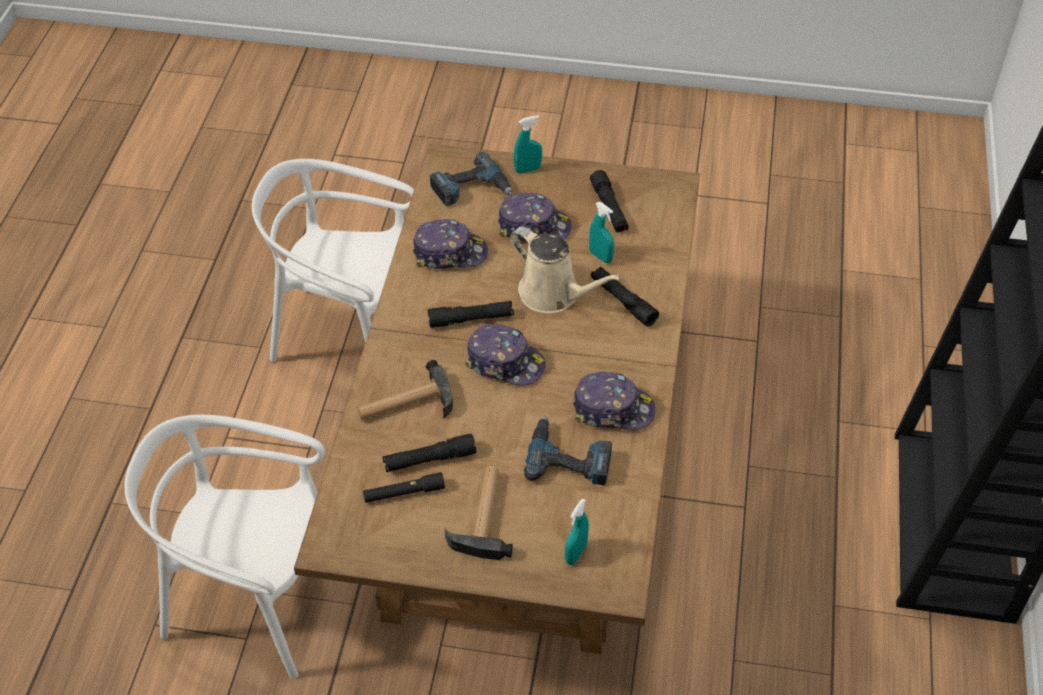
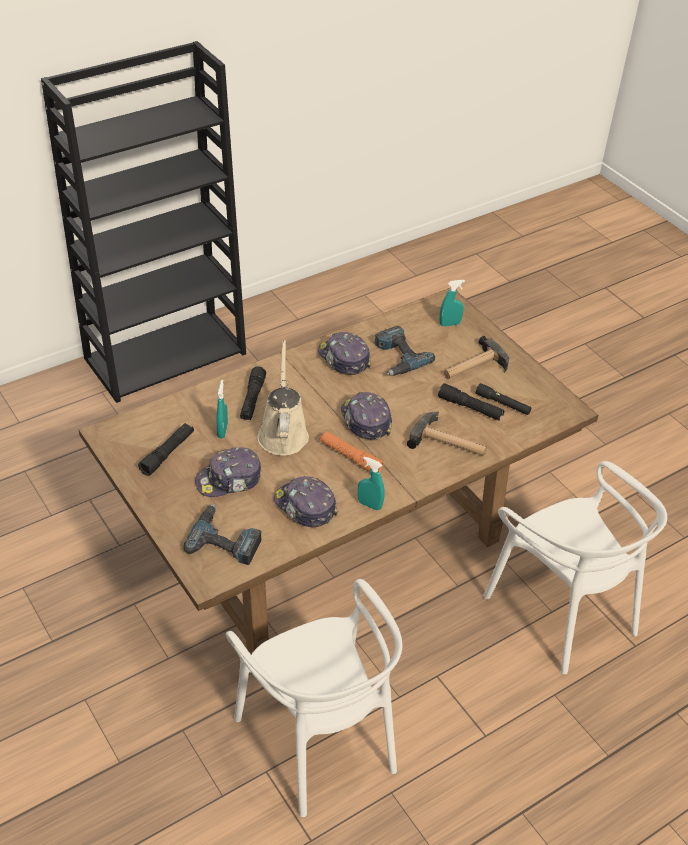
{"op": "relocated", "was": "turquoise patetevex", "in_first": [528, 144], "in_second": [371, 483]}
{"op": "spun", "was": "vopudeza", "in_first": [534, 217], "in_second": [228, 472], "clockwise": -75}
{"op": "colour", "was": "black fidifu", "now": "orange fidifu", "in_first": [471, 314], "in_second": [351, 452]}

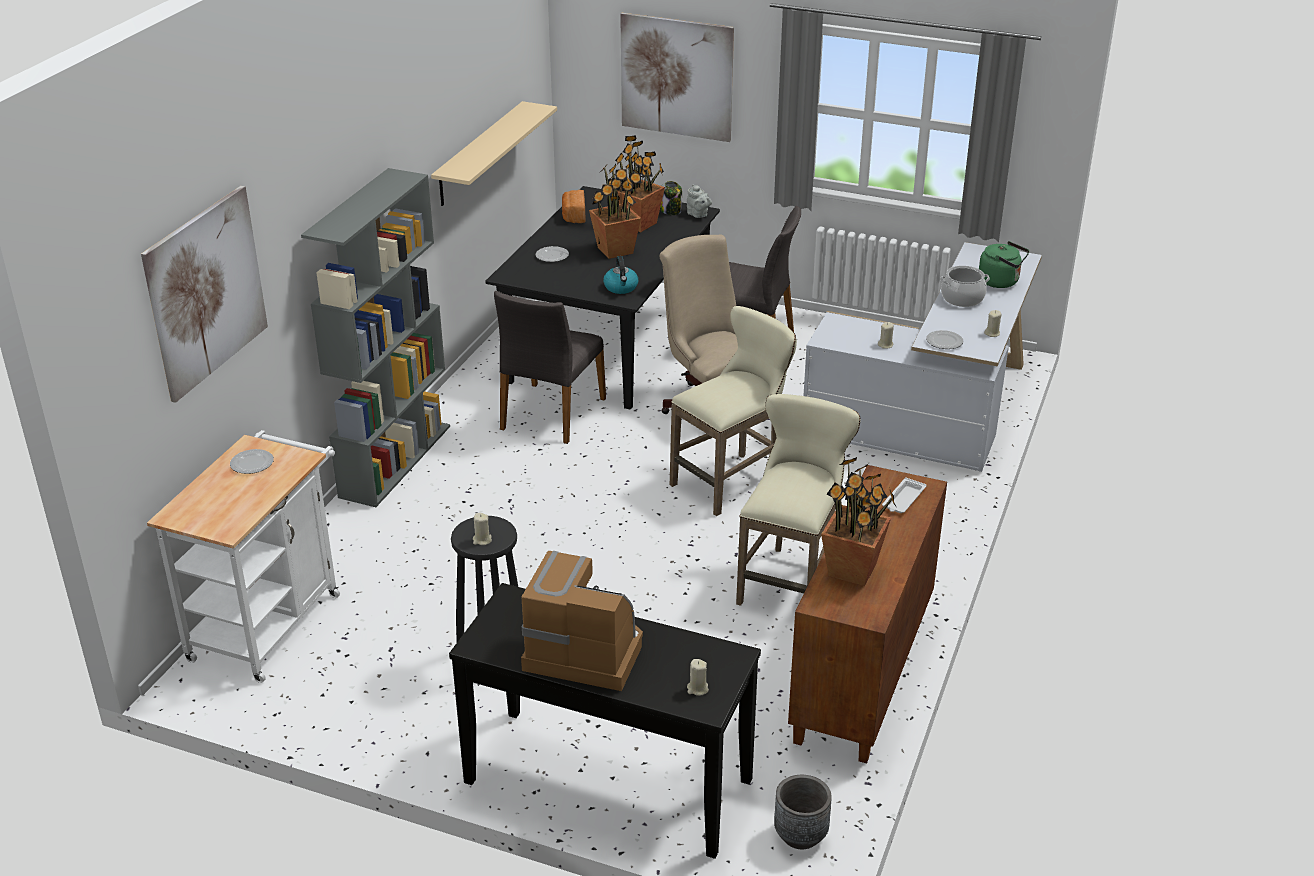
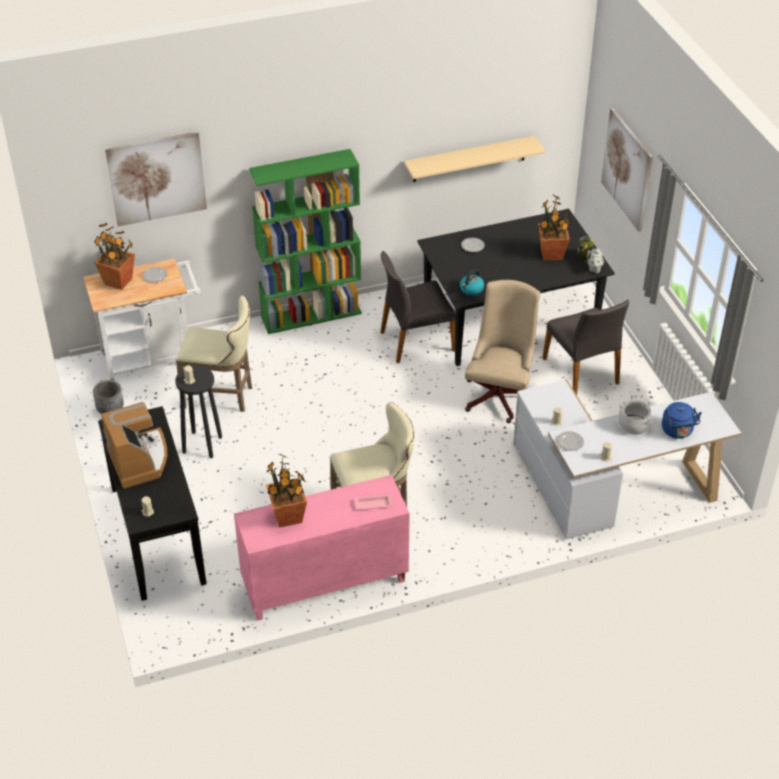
{"op": "relocated", "was": "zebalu", "in_first": [615, 211], "in_second": [114, 256]}
{"op": "colour", "was": "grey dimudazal", "now": "green dimudazal", "in_first": [375, 337], "in_second": [305, 241]}
{"op": "missing", "was": "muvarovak", "in_first": [573, 206]}
{"op": "colour", "was": "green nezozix", "now": "blue nezozix", "in_first": [1004, 264], "in_second": [682, 420]}
{"op": "relocated", "was": "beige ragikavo", "in_first": [733, 411], "in_second": [214, 354]}
{"op": "colour", "was": "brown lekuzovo", "now": "pink lekuzovo", "in_first": [867, 614], "in_second": [322, 547]}
{"op": "colour", "was": "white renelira", "now": "pink renelira", "in_first": [904, 495], "in_second": [372, 502]}
{"op": "relocated", "was": "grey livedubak", "in_first": [803, 812], "in_second": [108, 397]}

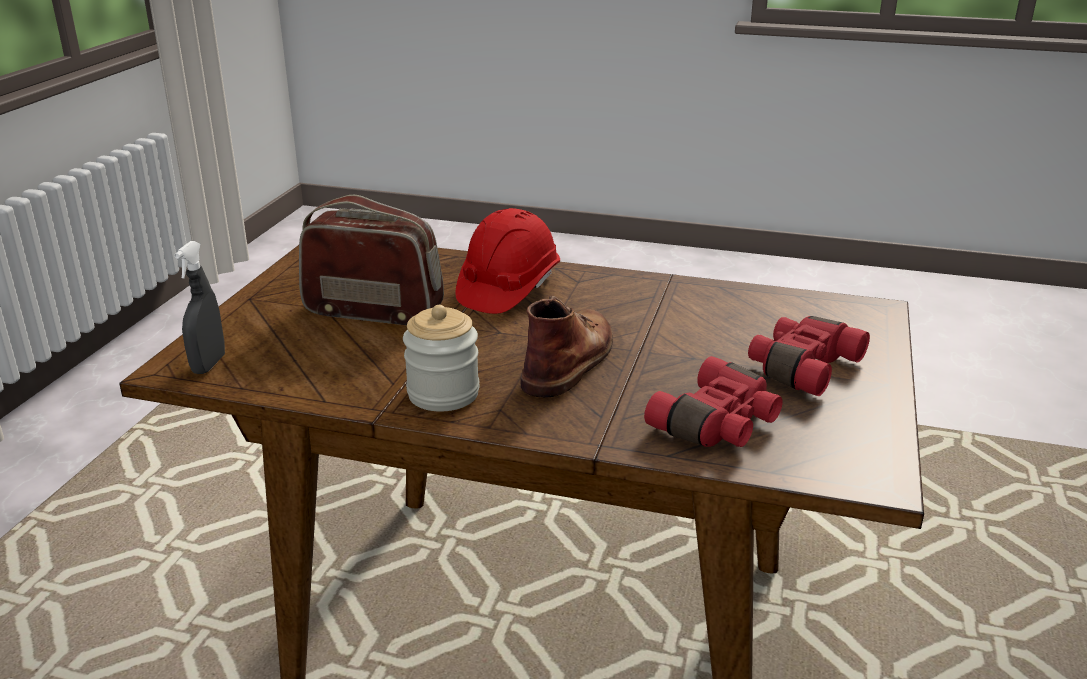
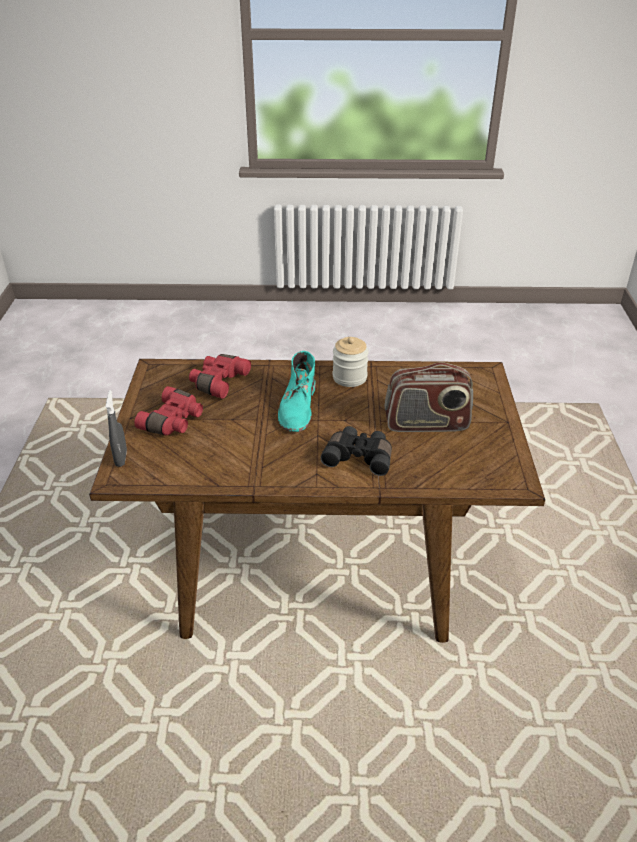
{"op": "exchanged", "was": "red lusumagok", "now": "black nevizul", "in_first": [507, 261], "in_second": [356, 451]}
{"op": "relocated", "was": "grey patetevex", "in_first": [199, 307], "in_second": [116, 428]}
{"op": "colour", "was": "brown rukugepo", "now": "turquoise rukugepo", "in_first": [567, 347], "in_second": [297, 391]}

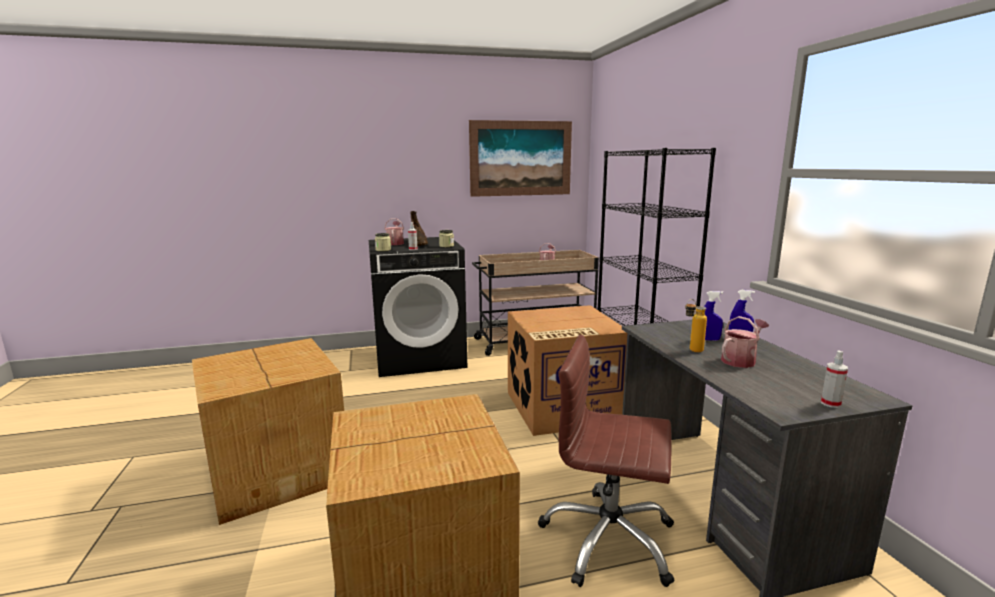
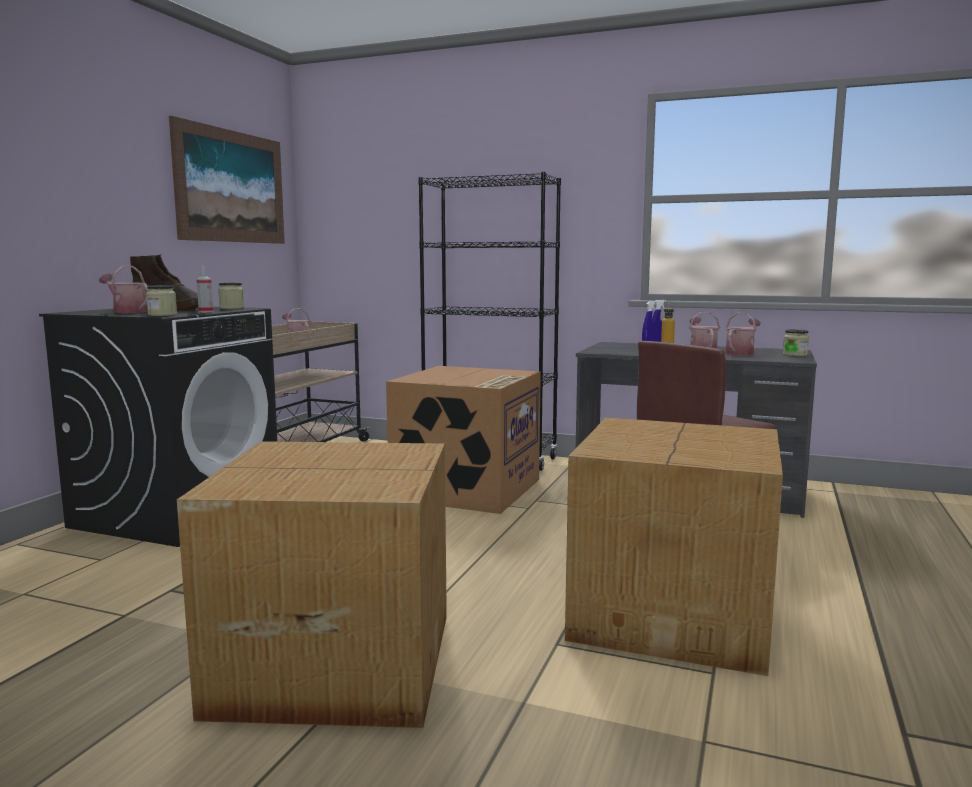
{"op": "exchanged", "was": "patetevex", "now": "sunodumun", "in_first": [834, 379], "in_second": [796, 342]}
{"op": "appeared", "now": "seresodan", "in_second": [743, 333]}

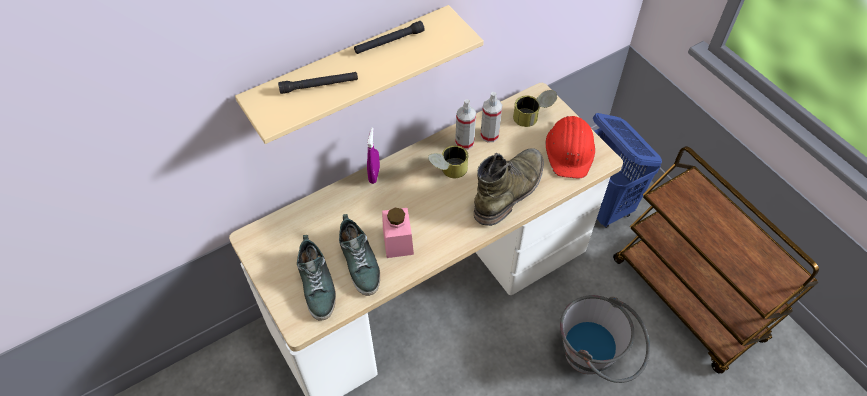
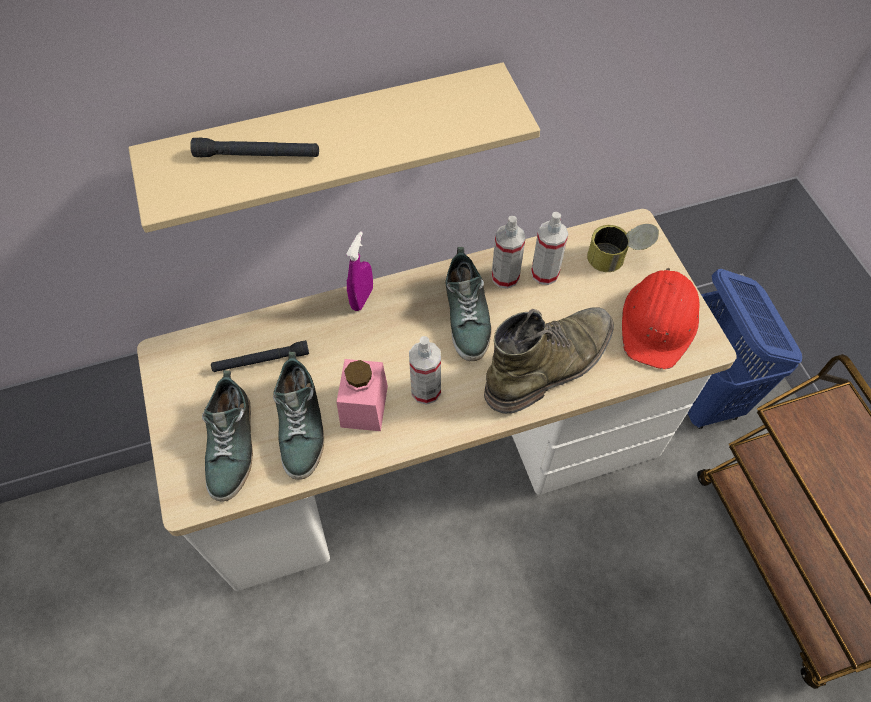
{"op": "relocated", "was": "black fidifu", "in_first": [389, 37], "in_second": [260, 356]}
{"op": "exchanged", "was": "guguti", "now": "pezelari", "in_first": [448, 161], "in_second": [468, 304]}
{"op": "missing", "was": "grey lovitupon", "in_first": [605, 339]}
{"op": "appeared", "now": "patetevex", "in_second": [425, 370]}

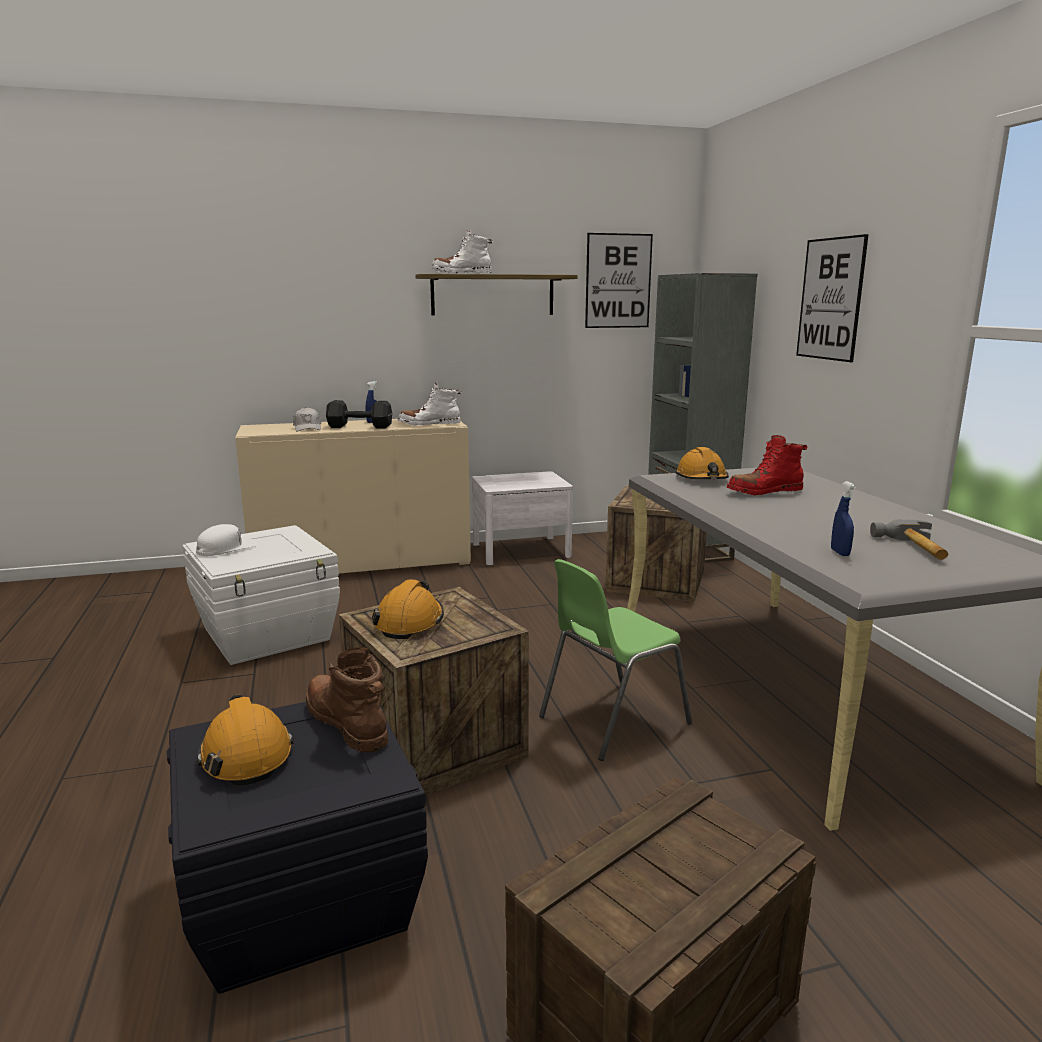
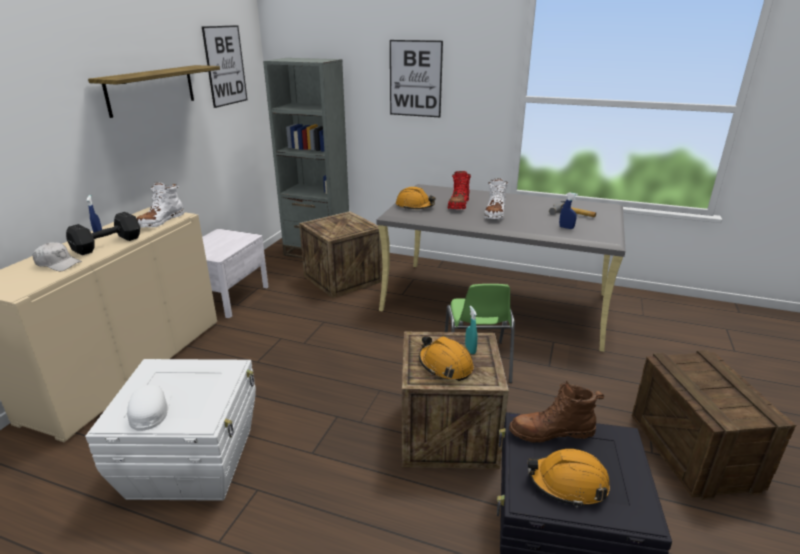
{"op": "relocated", "was": "white rukugepo", "in_first": [462, 252], "in_second": [496, 199]}
{"op": "appeared", "now": "turquoise patetevex", "in_second": [471, 330]}

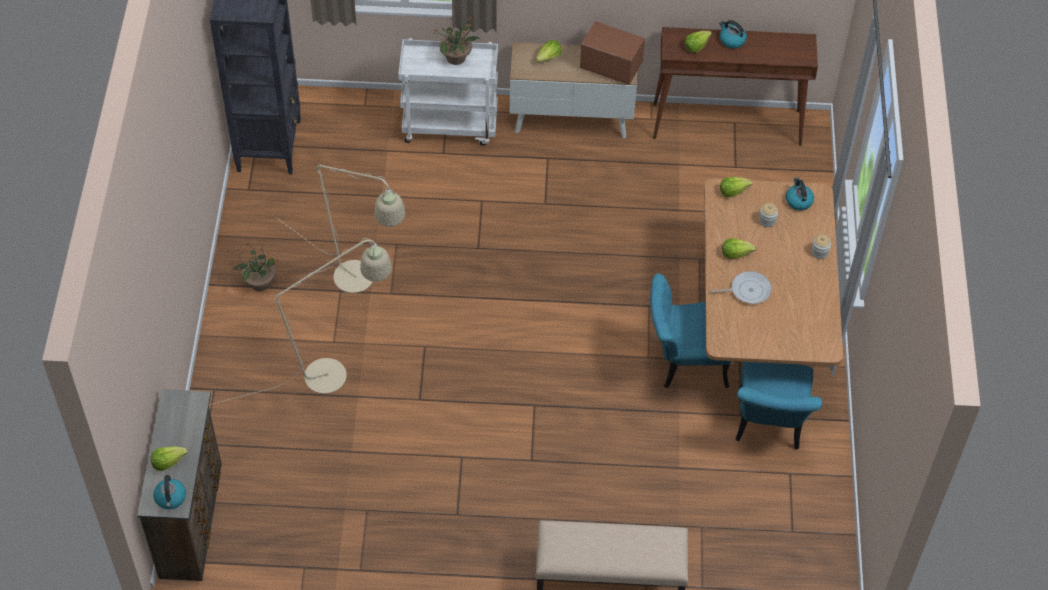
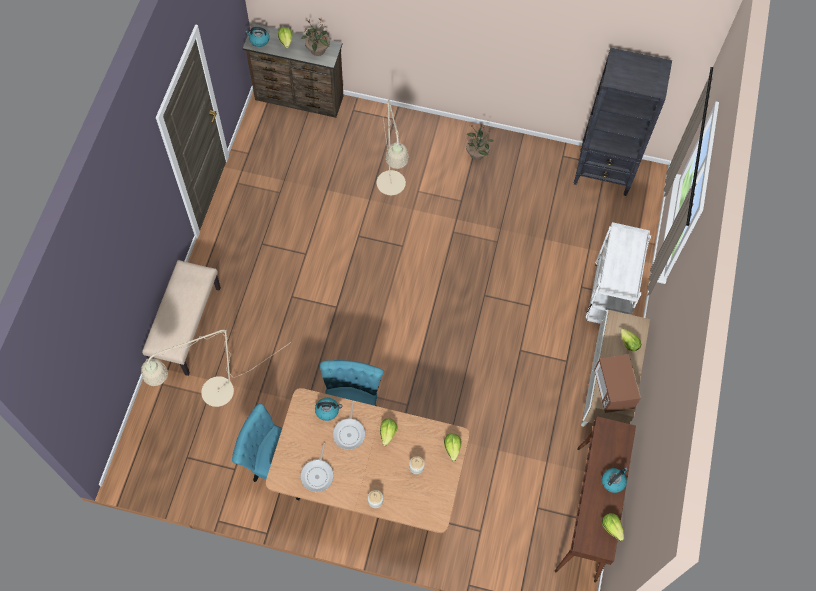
{"op": "relocated", "was": "zebalu", "in_first": [457, 40], "in_second": [315, 37]}
{"op": "spun", "was": "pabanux", "in_first": [612, 53], "in_second": [617, 383], "clockwise": 135}
{"op": "relocated", "was": "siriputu", "in_first": [698, 42], "in_second": [613, 527]}
{"op": "relocated", "was": "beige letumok", "in_first": [340, 229], "in_second": [216, 368]}
{"op": "relocated", "was": "nezozix", "in_first": [800, 193], "in_second": [328, 409]}
{"op": "appeared", "now": "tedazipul", "in_second": [317, 467]}

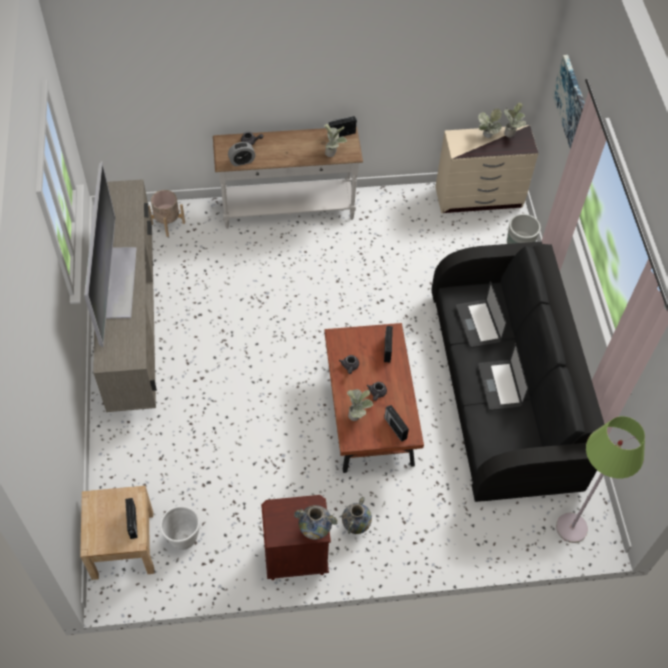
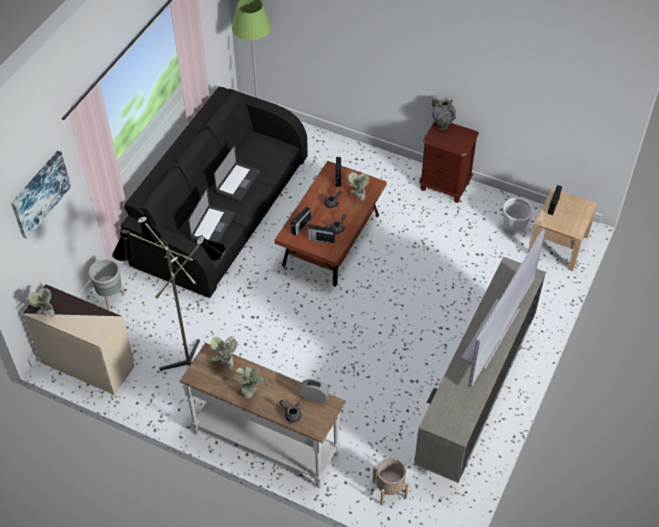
{"op": "relocated", "was": "zebalu", "in_first": [490, 123], "in_second": [250, 383]}
{"op": "relocated", "was": "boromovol", "in_first": [343, 126], "in_second": [321, 234]}
{"op": "missing", "was": "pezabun", "in_first": [357, 515]}
{"op": "appeared", "now": "letumok", "in_second": [168, 293]}

